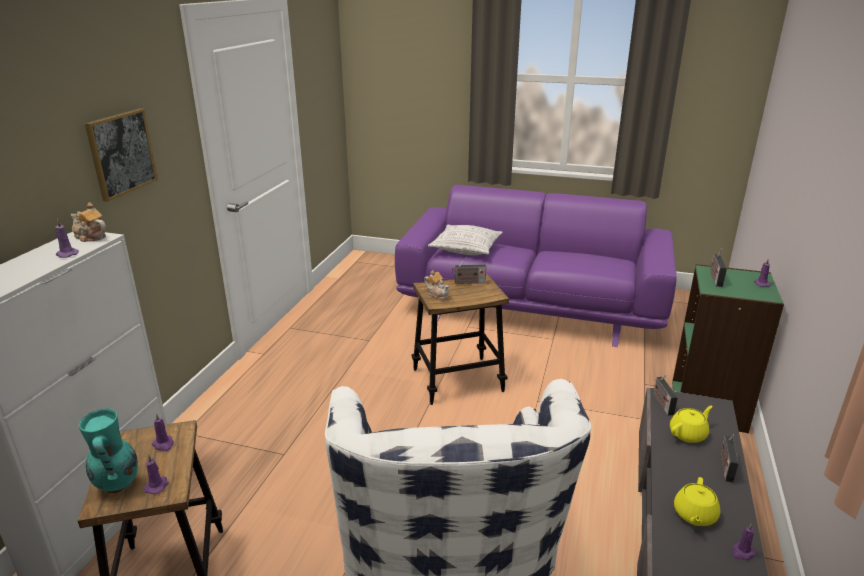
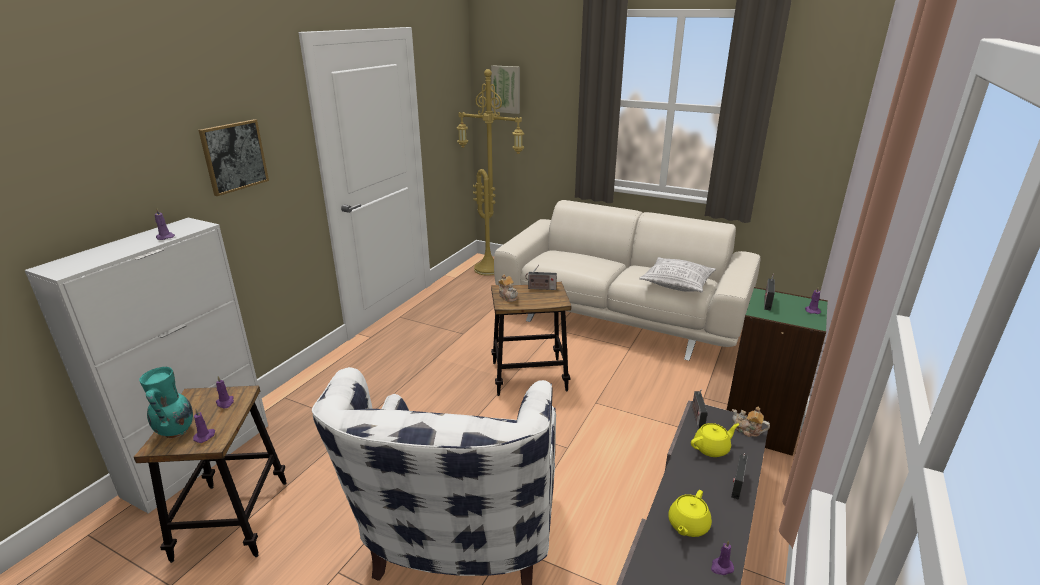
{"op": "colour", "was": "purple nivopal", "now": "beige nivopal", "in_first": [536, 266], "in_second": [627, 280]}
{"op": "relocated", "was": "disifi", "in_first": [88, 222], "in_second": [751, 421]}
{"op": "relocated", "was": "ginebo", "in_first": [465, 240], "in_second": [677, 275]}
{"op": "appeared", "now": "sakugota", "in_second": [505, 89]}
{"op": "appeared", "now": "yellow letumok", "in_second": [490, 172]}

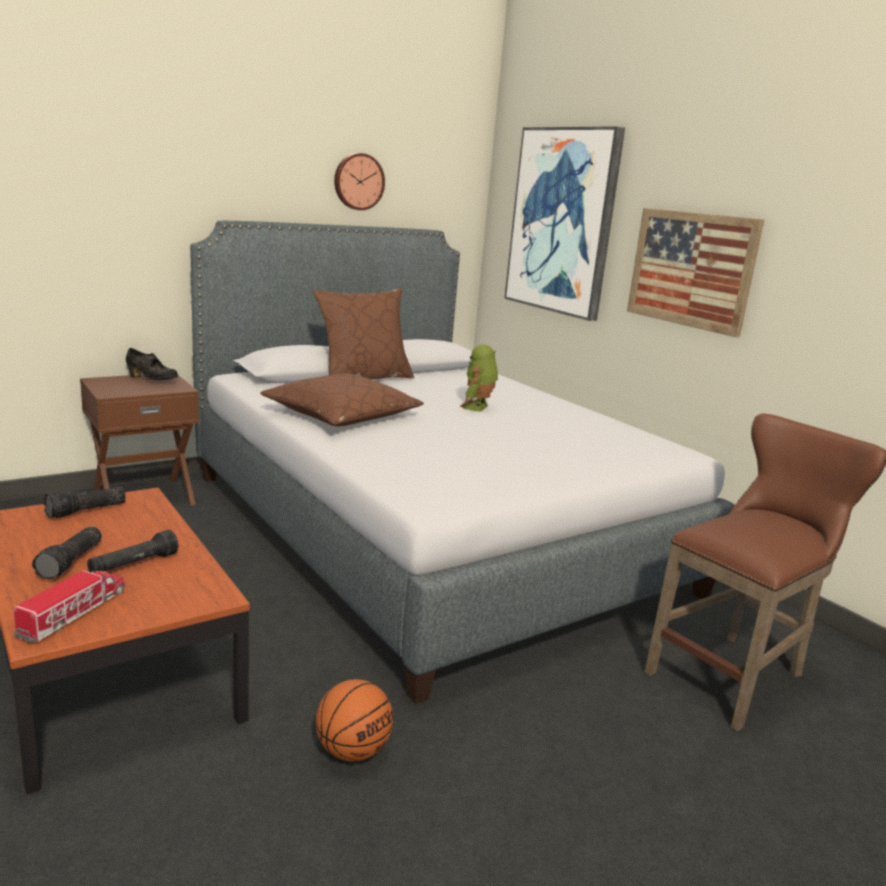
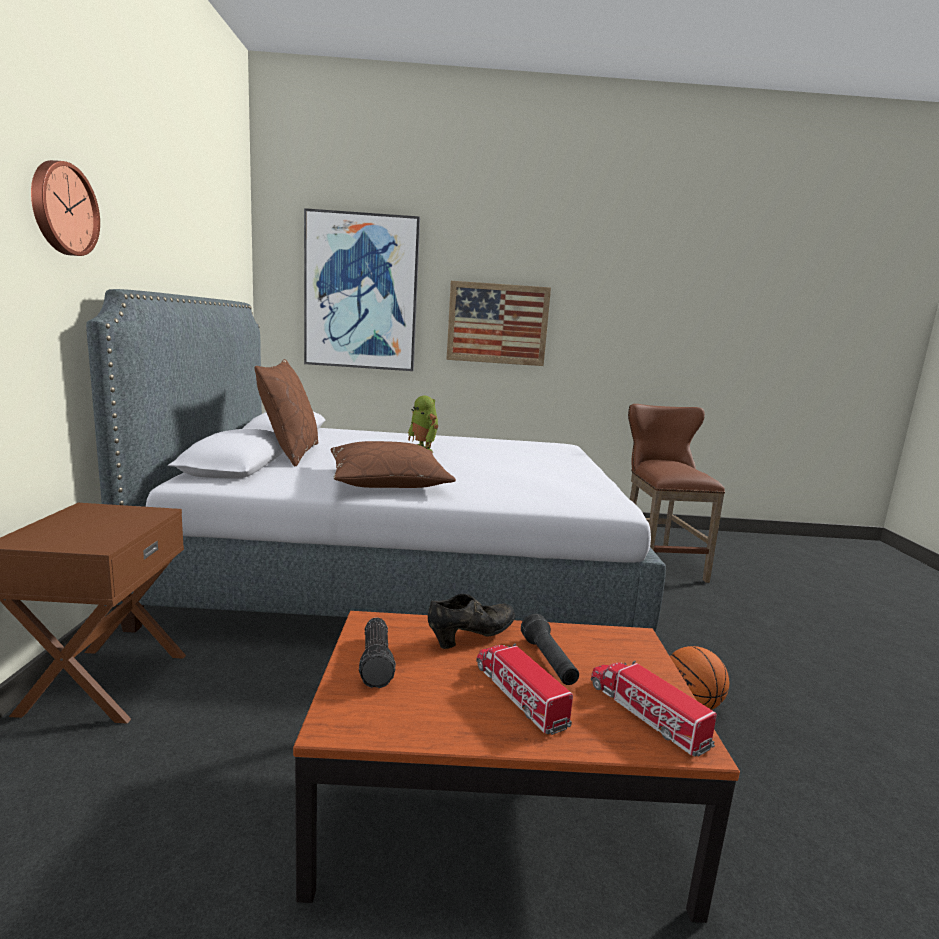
{"op": "relocated", "was": "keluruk", "in_first": [359, 181], "in_second": [65, 208]}
{"op": "relocated", "was": "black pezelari", "in_first": [152, 364], "in_second": [471, 621]}
{"op": "exchanged", "was": "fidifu", "now": "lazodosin", "in_first": [67, 553], "in_second": [524, 689]}

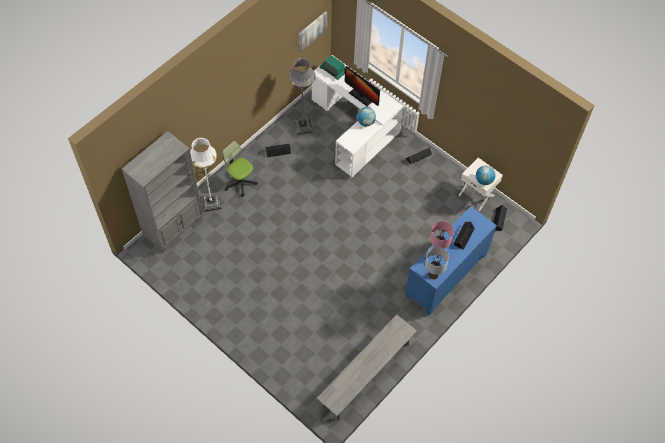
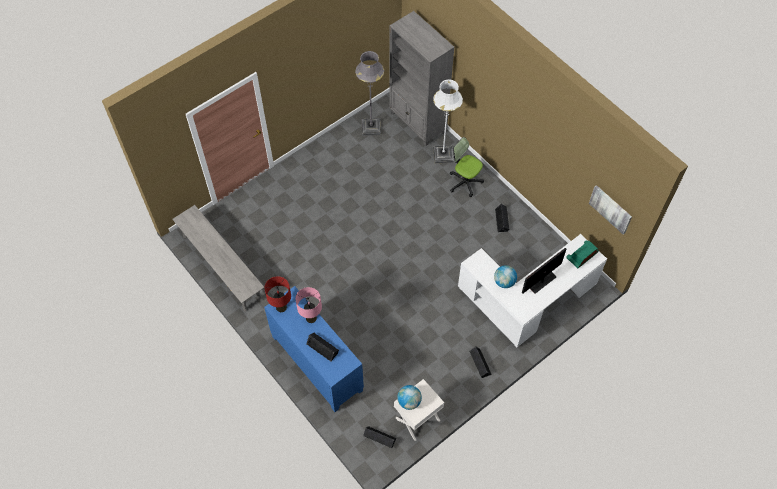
{"op": "relocated", "was": "grey letumok", "in_first": [302, 96], "in_second": [369, 93]}
{"op": "spun", "was": "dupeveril", "in_first": [240, 169], "in_second": [467, 167], "clockwise": -105}
{"op": "colour", "was": "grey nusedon", "now": "red nusedon", "in_first": [437, 263], "in_second": [277, 294]}

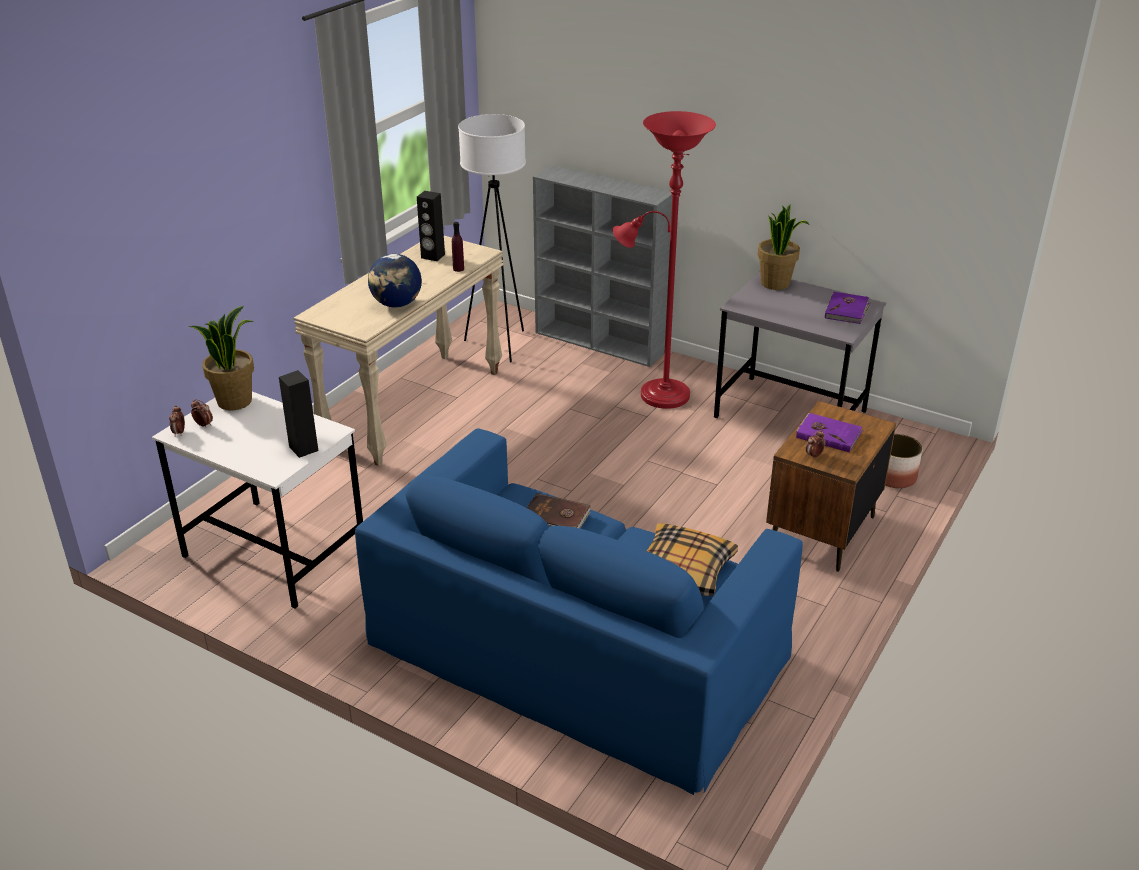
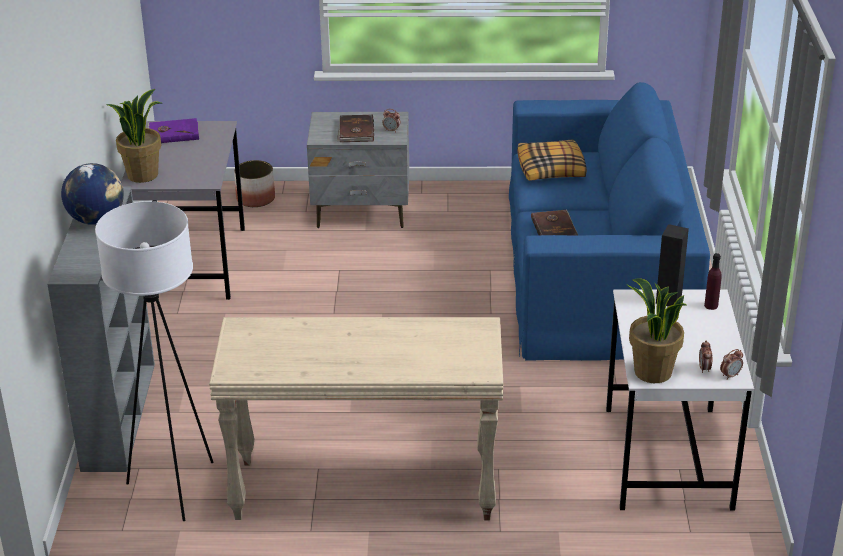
{"op": "missing", "was": "red letumok", "in_first": [664, 260]}
{"op": "missing", "was": "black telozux", "in_first": [431, 226]}
{"op": "relocated", "was": "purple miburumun", "in_first": [458, 247], "in_second": [713, 281]}
{"op": "relocated", "was": "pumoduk", "in_first": [395, 281], "in_second": [92, 194]}
{"op": "colour", "was": "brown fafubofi", "now": "grey fafubofi", "in_first": [831, 486], "in_second": [358, 170]}
{"op": "colour", "was": "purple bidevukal", "now": "brown bidevukal", "in_first": [829, 432], "in_second": [355, 128]}

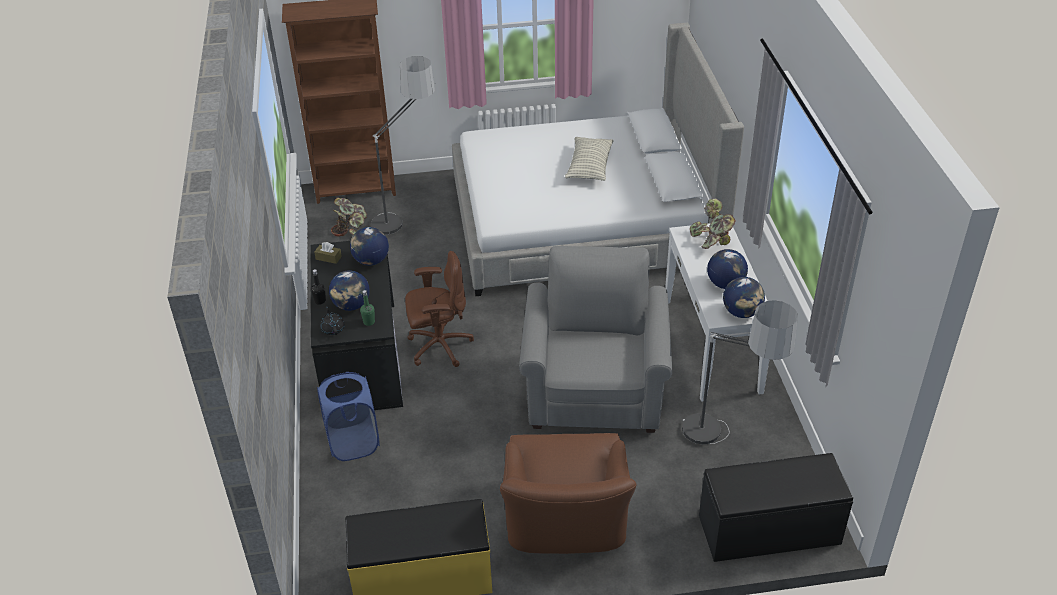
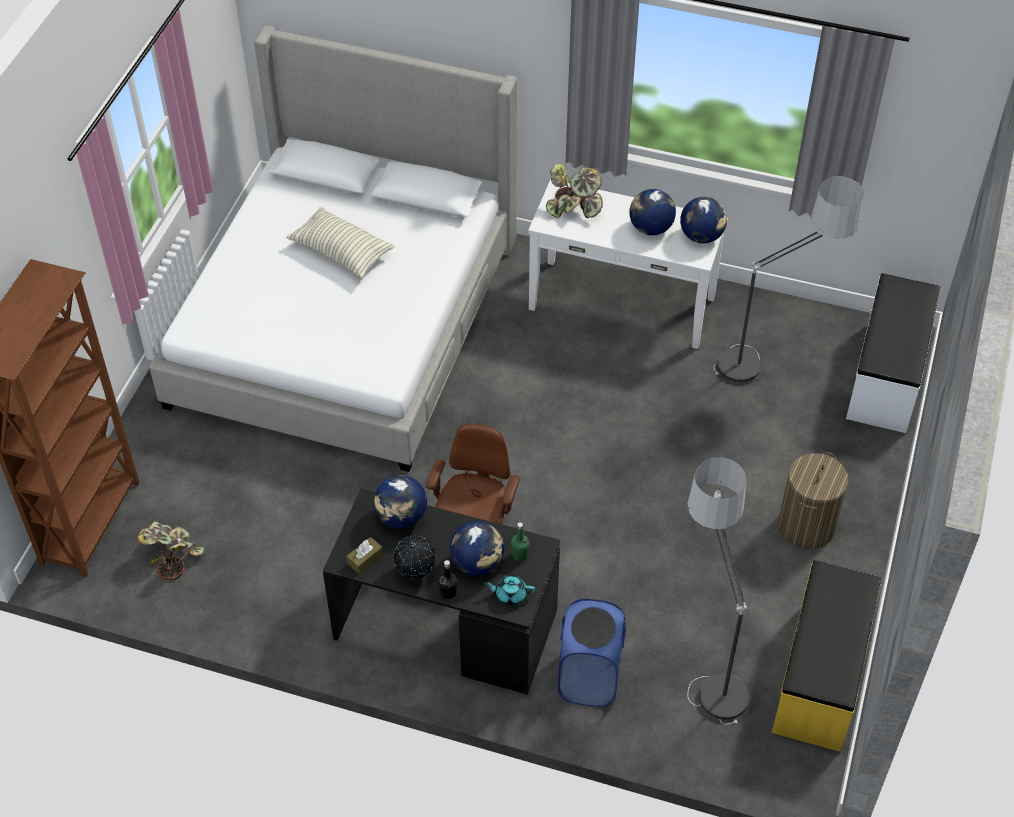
{"op": "relocated", "was": "letumok", "in_first": [403, 145], "in_second": [718, 591]}
{"op": "missing", "was": "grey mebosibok", "in_first": [595, 339]}
{"op": "colour", "was": "black disifi", "now": "turquoise disifi", "in_first": [333, 320], "in_second": [509, 590]}
{"op": "exchanged", "was": "brown mebosibok", "now": "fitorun", "in_first": [568, 493], "in_second": [813, 500]}
{"op": "colour", "was": "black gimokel", "now": "white gimokel", "in_first": [776, 507], "in_second": [893, 353]}
{"op": "appeared", "now": "pumoduk", "in_second": [414, 557]}

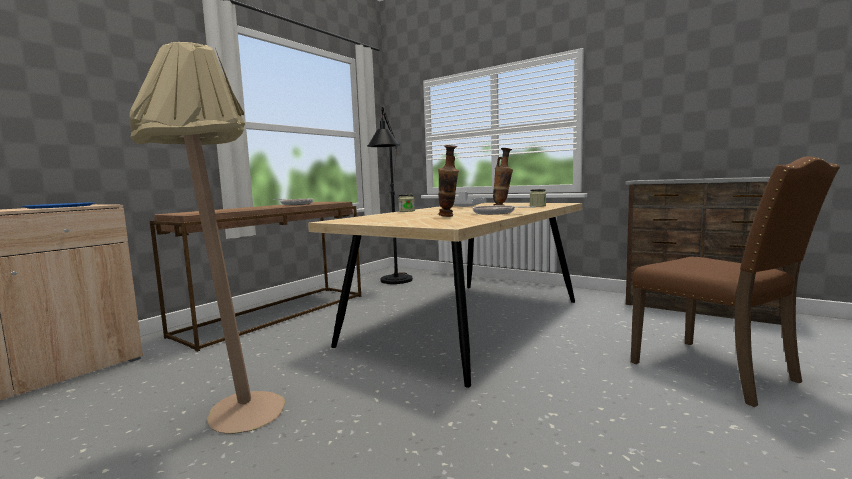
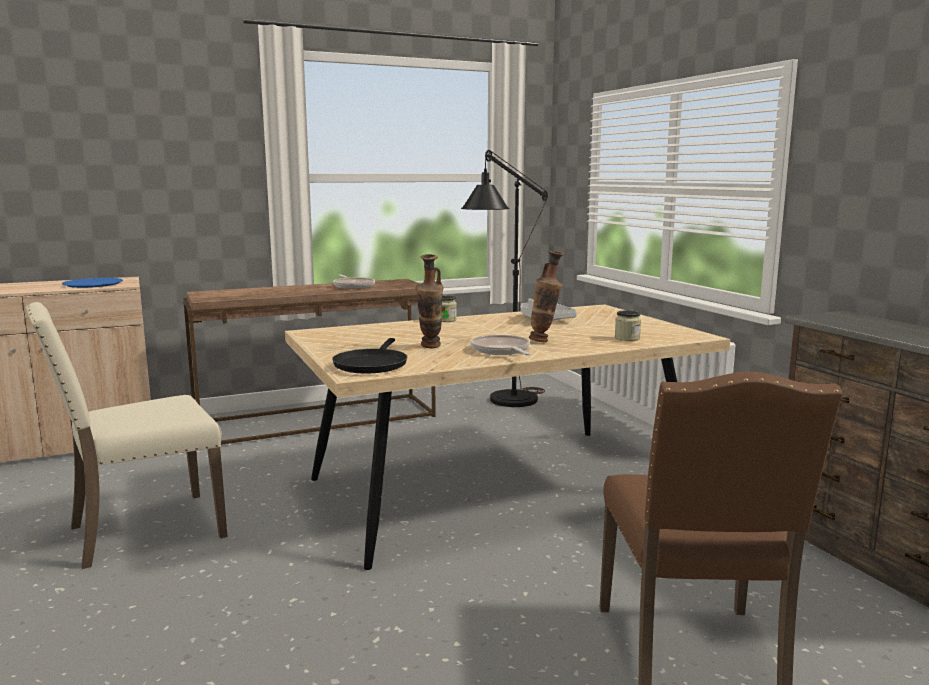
{"op": "exchanged", "was": "beige letumok", "now": "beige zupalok", "in_first": [207, 238], "in_second": [127, 435]}
{"op": "appeared", "now": "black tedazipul", "in_second": [369, 355]}

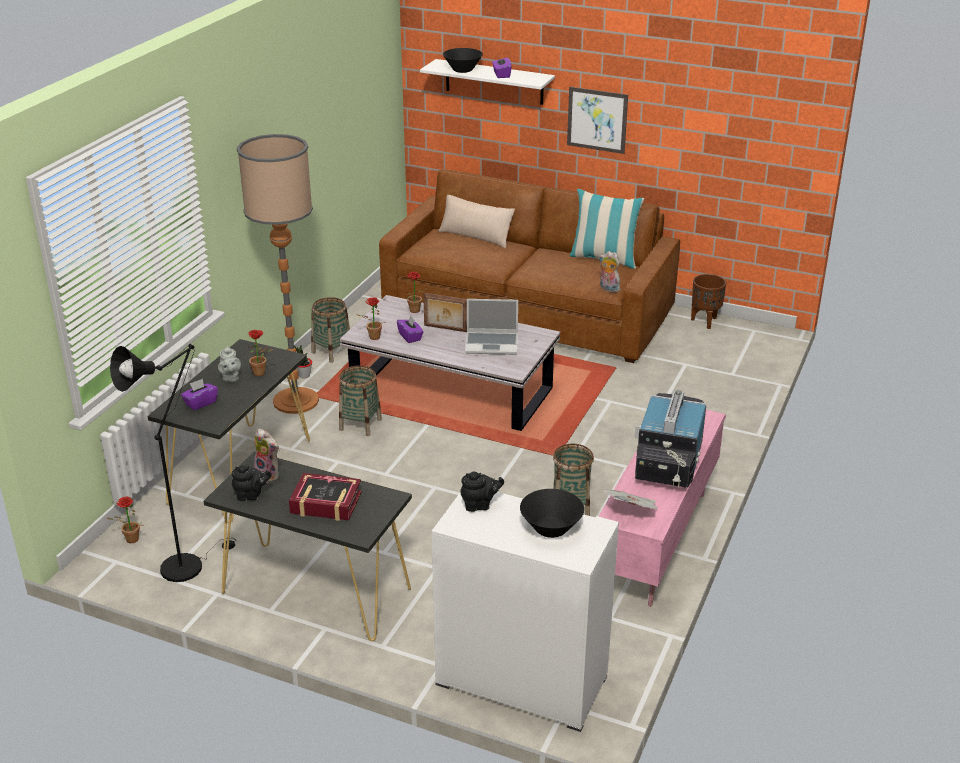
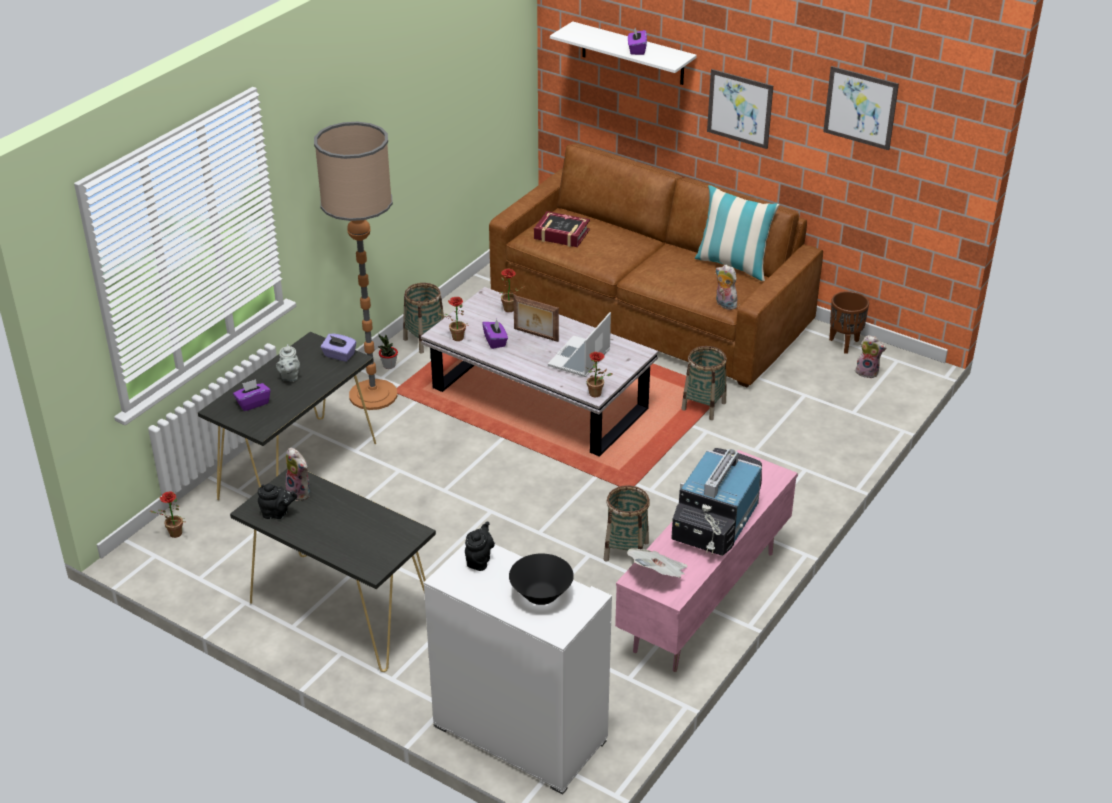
{"op": "missing", "was": "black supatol", "in_first": [463, 60]}
{"op": "missing", "was": "beige ginebo", "in_first": [476, 221]}
{"op": "spun", "was": "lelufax", "in_first": [491, 327], "in_second": [579, 344], "clockwise": 105}
{"op": "relocated", "was": "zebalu", "in_first": [260, 353], "in_second": [599, 375]}
{"op": "missing", "was": "black letumok", "in_first": [172, 463]}
{"op": "relocated", "was": "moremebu", "in_first": [360, 400], "in_second": [703, 383]}
{"op": "spun", "was": "black disifi", "in_first": [482, 492], "in_second": [480, 546], "clockwise": -75}
{"op": "relocated", "was": "bidevukal", "in_first": [325, 497], "in_second": [562, 229]}
{"op": "appeared", "now": "sakugota", "in_second": [861, 108]}
{"op": "appeared", "now": "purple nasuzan", "in_second": [338, 348]}
{"op": "appeared", "now": "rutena", "in_second": [870, 356]}

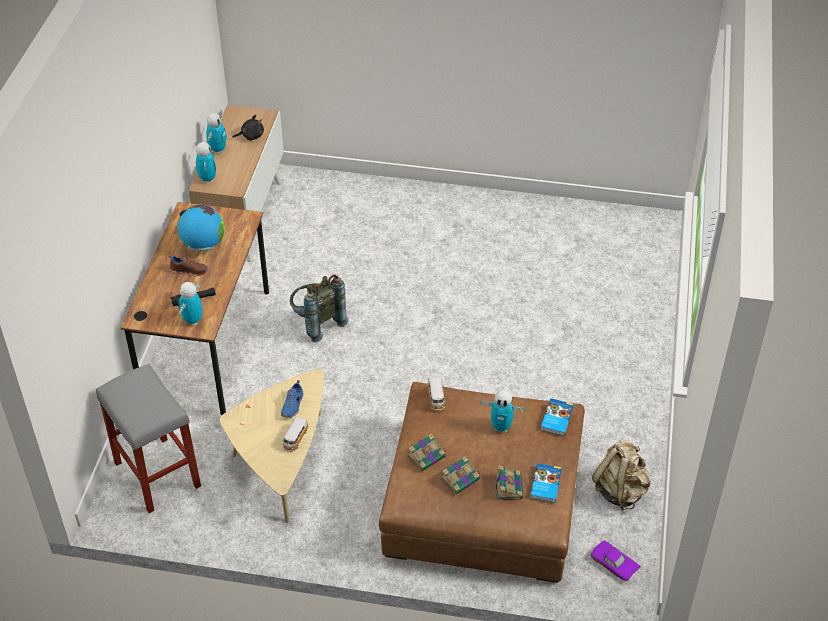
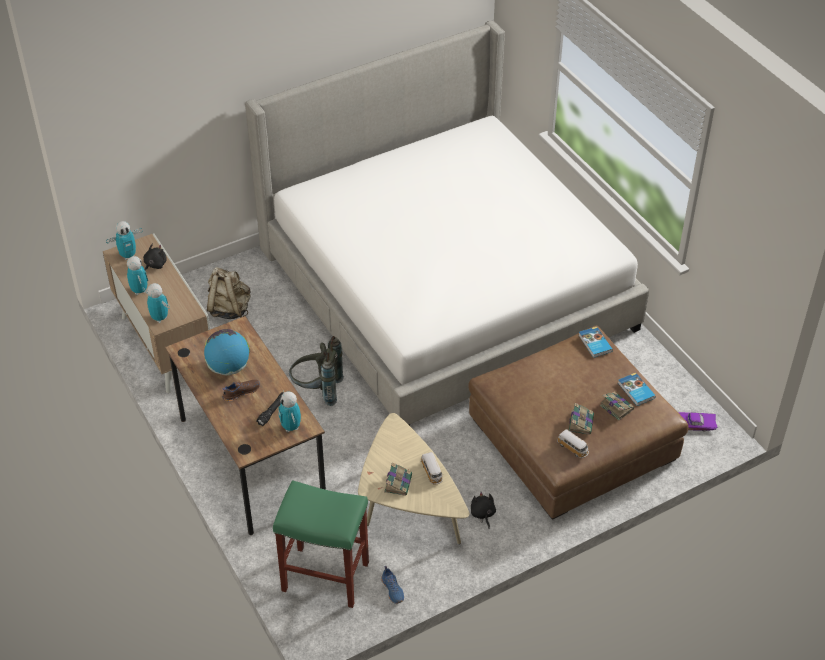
{"op": "colour", "was": "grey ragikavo", "now": "green ragikavo", "in_first": [148, 438], "in_second": [321, 544]}
{"op": "relocated", "was": "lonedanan", "in_first": [436, 394], "in_second": [573, 443]}
{"op": "relocated", "was": "blue pezelari", "in_first": [292, 399], "in_second": [392, 585]}
{"op": "relocated", "was": "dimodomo", "in_first": [503, 411], "in_second": [124, 240]}
{"op": "relocated", "was": "bidevukal", "in_first": [427, 452], "in_second": [398, 479]}
{"op": "relocated", "was": "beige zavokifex", "in_first": [621, 475], "in_second": [229, 293]}
{"op": "appeared", "now": "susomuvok", "in_second": [447, 223]}
{"op": "appeared", "now": "black rutena", "in_second": [483, 510]}

